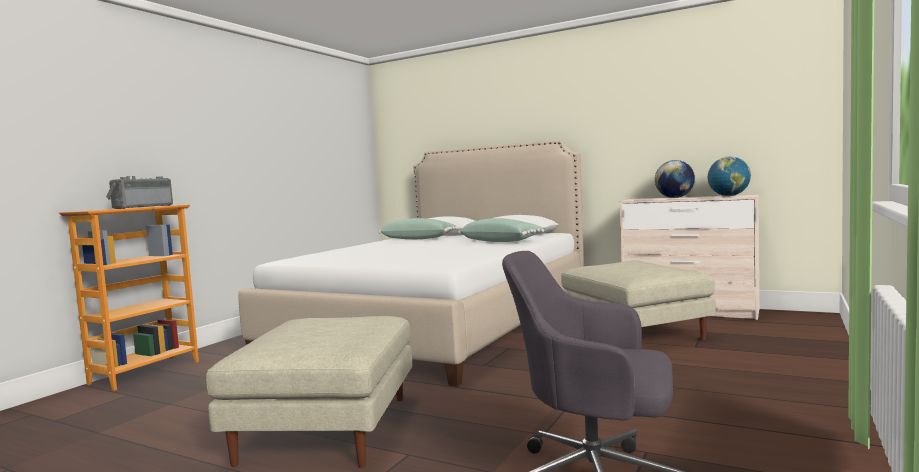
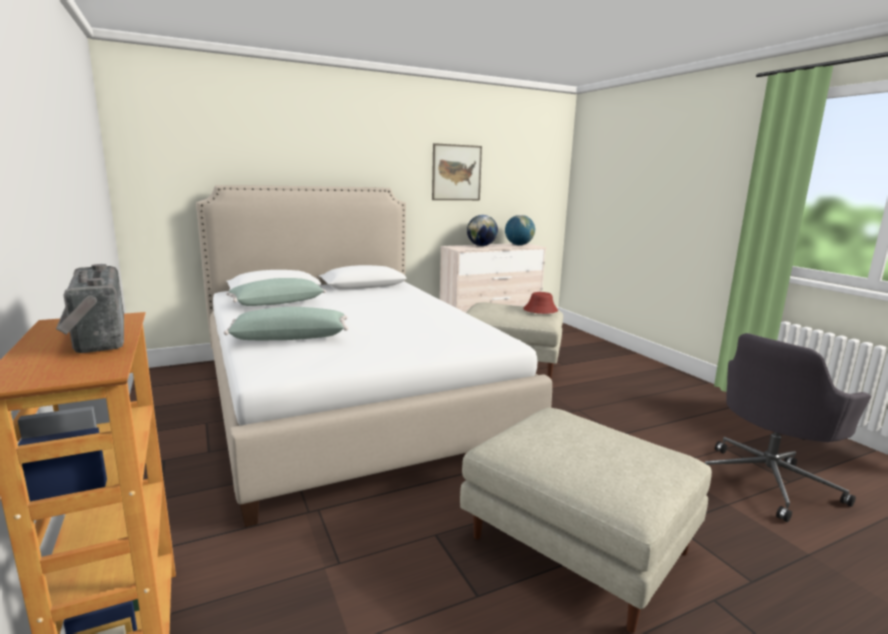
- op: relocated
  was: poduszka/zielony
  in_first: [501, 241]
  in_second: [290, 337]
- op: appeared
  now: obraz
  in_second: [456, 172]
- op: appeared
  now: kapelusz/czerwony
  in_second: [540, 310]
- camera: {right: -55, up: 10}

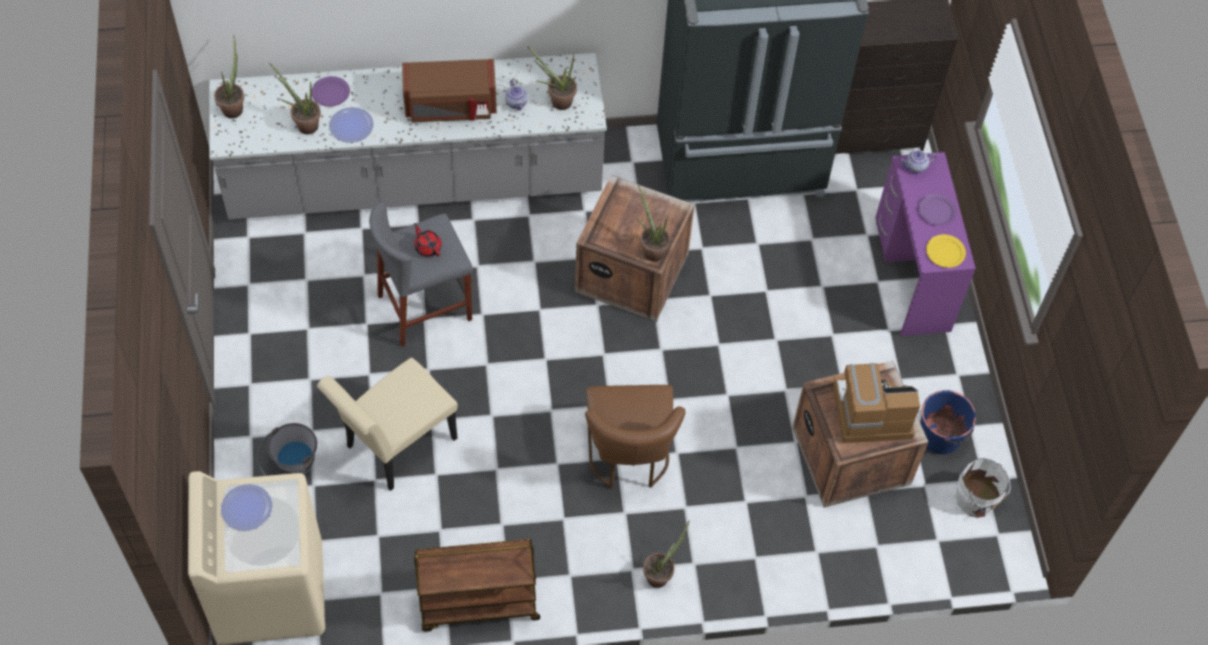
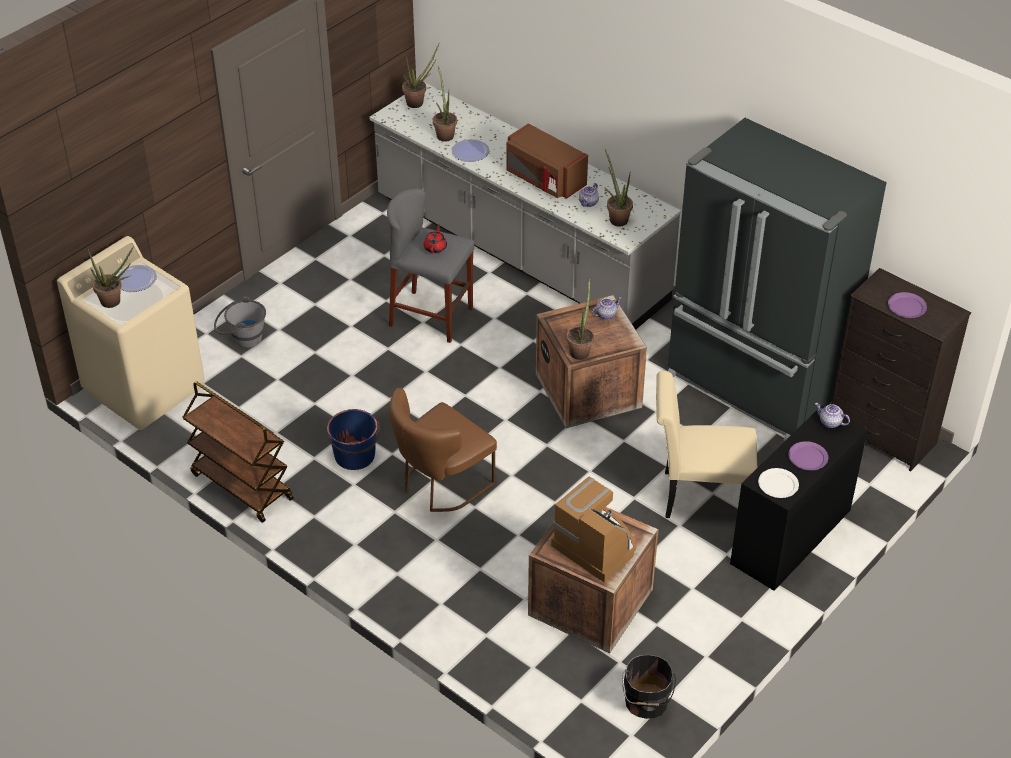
- op: relocated
  was: talerz/fioletowy
  in_first: [331, 92]
  in_second: [907, 307]
- op: colour
  was: biurko/fioletowy
  now: biurko/czarny
  in_first: [912, 276]
  in_second: [791, 537]
- op: colour
  was: talerz/żółty
  now: talerz/biały
  in_first: [945, 252]
  in_second: [778, 484]
- op: relocated
  was: krzesło/beżowy
  in_first: [395, 447]
  in_second: [698, 496]
- op: relocated
  was: wiadro/niebieski
  in_first: [940, 435]
  in_second: [355, 456]
- op: colour
  was: wiadro/biały
  now: wiadro/czarny
  in_first: [977, 500]
  in_second: [646, 702]
- op: relocated
  was: roślina doniczkowa
  in_first: [661, 574]
  in_second: [115, 301]
- op: appeared
  now: imbryk
  in_second: [605, 314]
- camera: {right: 50, up: -15}

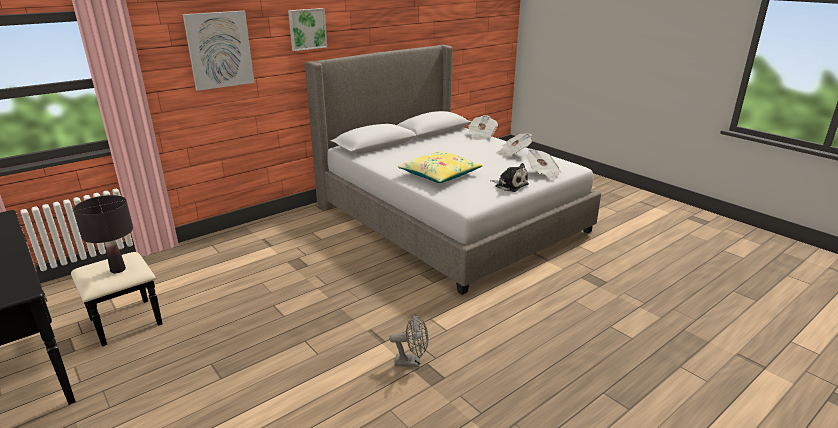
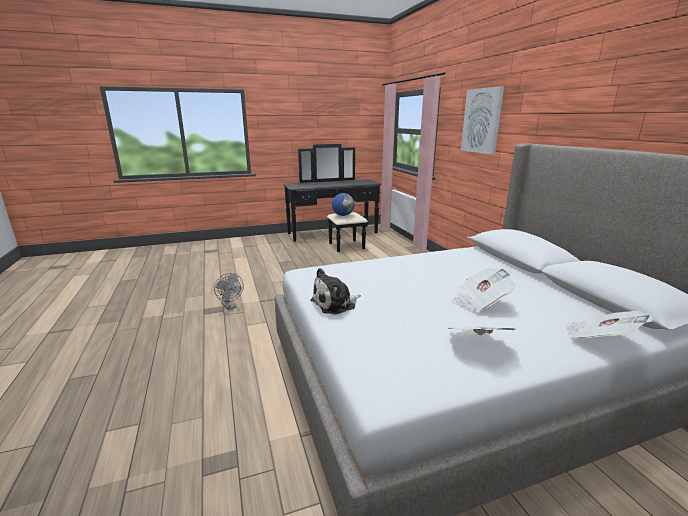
- op: missing
  was: obraz
  in_first: [307, 29]
- op: relocated
  was: gazeta
  in_first: [542, 173]
  in_second: [480, 302]
- op: missing
  was: poduszka/żółty
  in_first: [439, 175]
- op: exchanged
  was: lampa stołowa/czarny
  now: globus
  in_first: [118, 270]
  in_second: [343, 215]
- op: spun
  was: wentylator/szary
  in_first: [412, 362]
  in_second: [230, 306]
  clockwise: -60
- camera: {right: 110, up: -5}

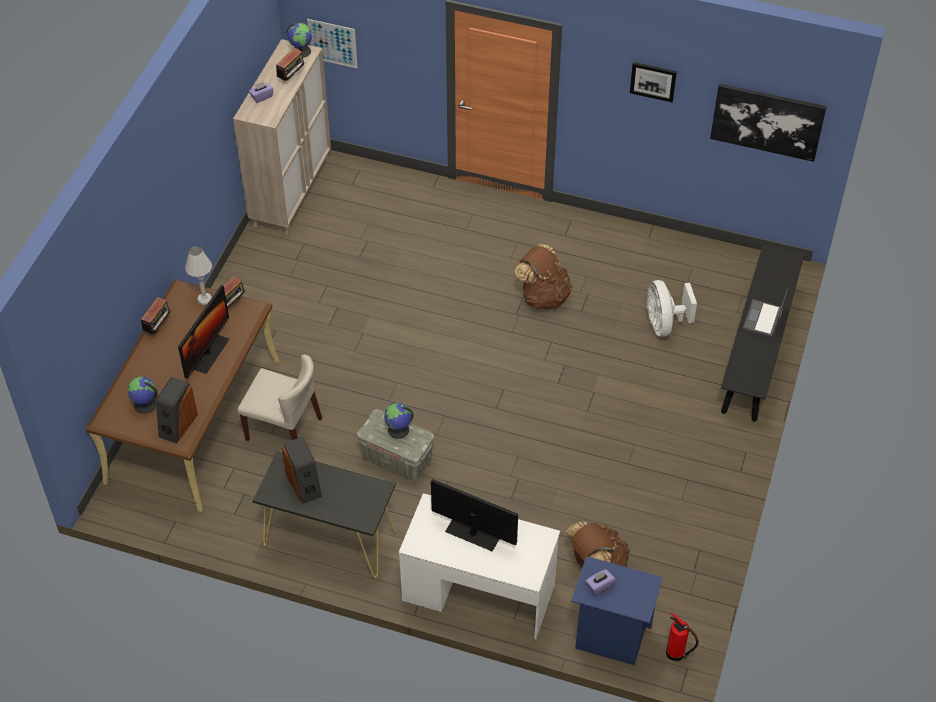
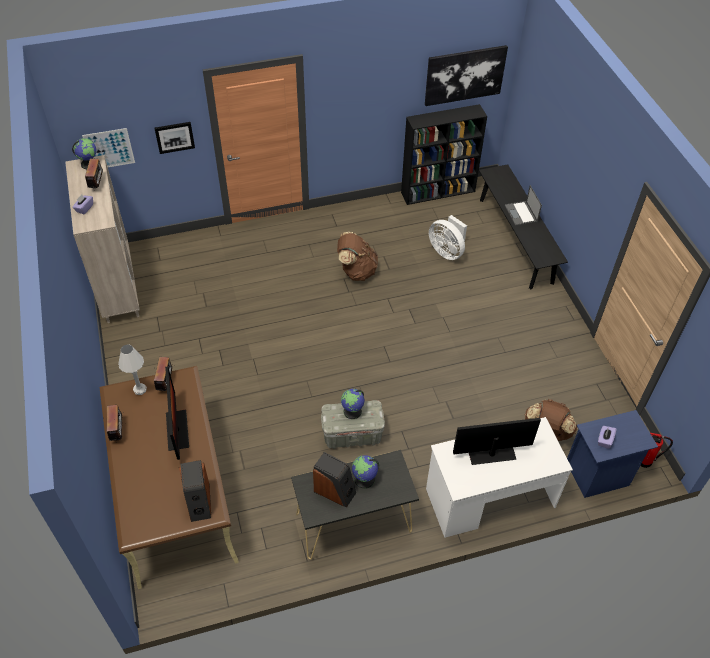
- op: relocated
  was: obraz
  in_first: [653, 81]
  in_second: [174, 137]
- op: missing
  was: krzesło/beżowy
  in_first: [284, 429]
- op: relocated
  was: globus
  in_first: [145, 405]
  in_second: [364, 479]
- op: appeared
  now: regał/czarny
  in_second: [438, 192]
- camera: {right: -35, up: 0}

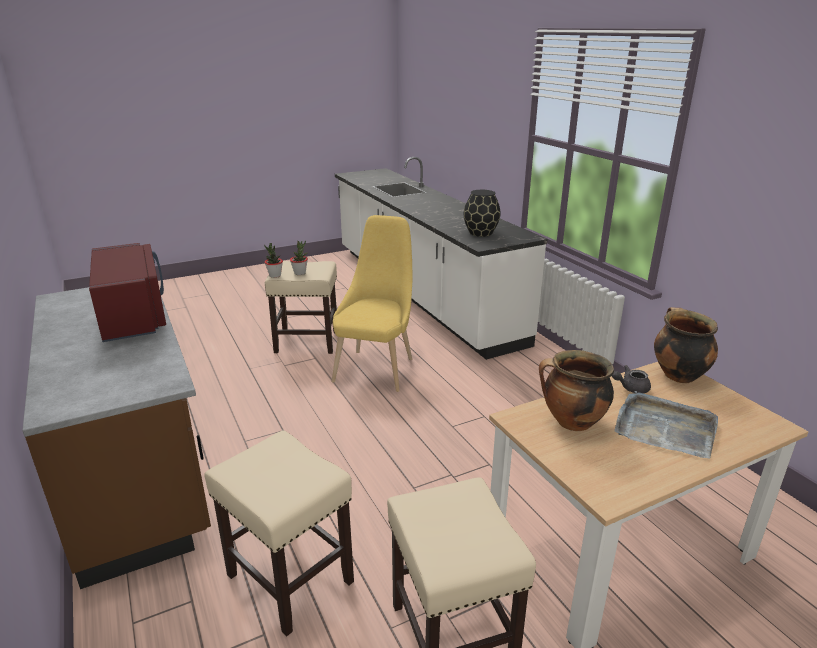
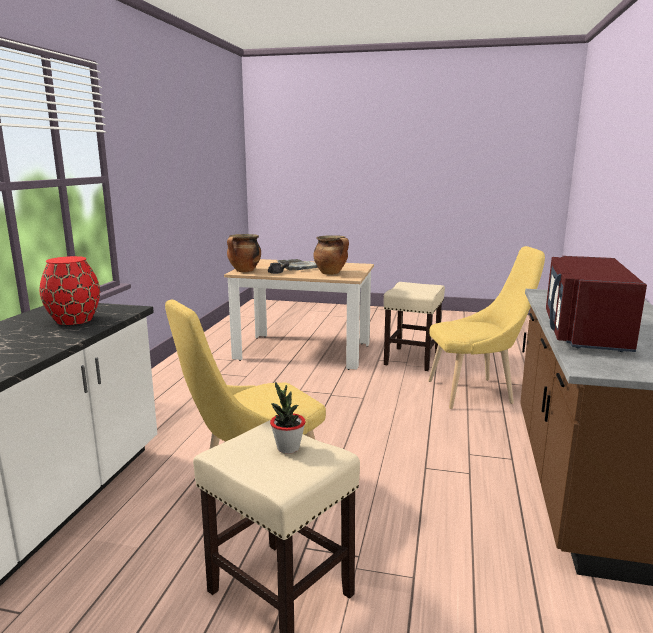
- op: colour
  was: wazon/czarny
  now: wazon/czerwony
  in_first: [481, 233]
  in_second: [74, 320]
- op: missing
  was: roślina doniczkowa
  in_first: [275, 275]
- op: exchanged
  was: stołek/beżowy
  now: krzesło/żółty
  in_first: [288, 578]
  in_second: [475, 392]
- camera: {right: -140, up: -10}

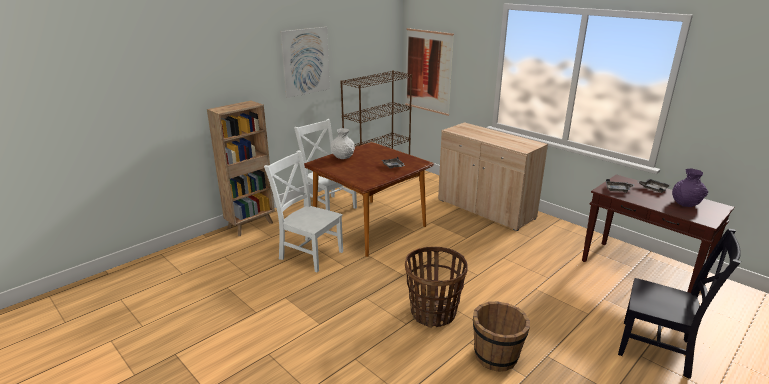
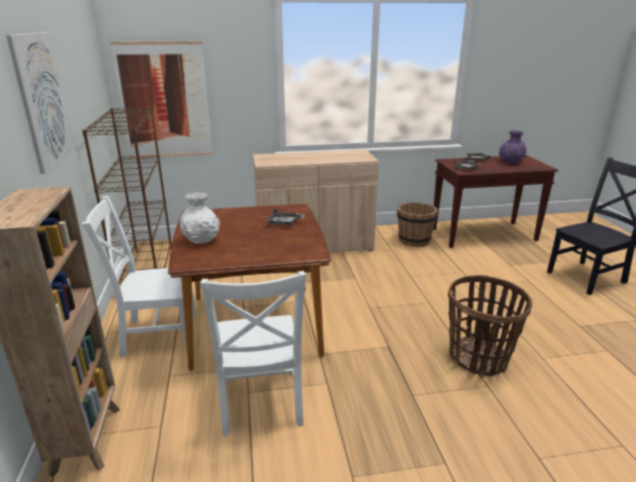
- op: spun
  was: krzesło/biały
  in_first: [309, 254]
  in_second: [260, 404]
  clockwise: -75
- op: relocated
  was: wiadro/brązowy
  in_first: [496, 356]
  in_second: [414, 240]
- camera: {right: -55, up: 0}

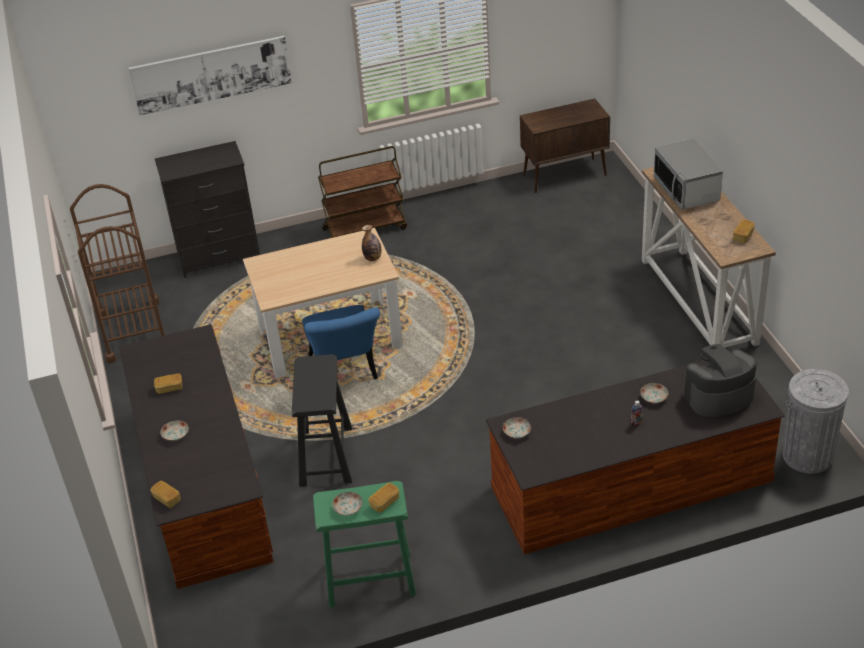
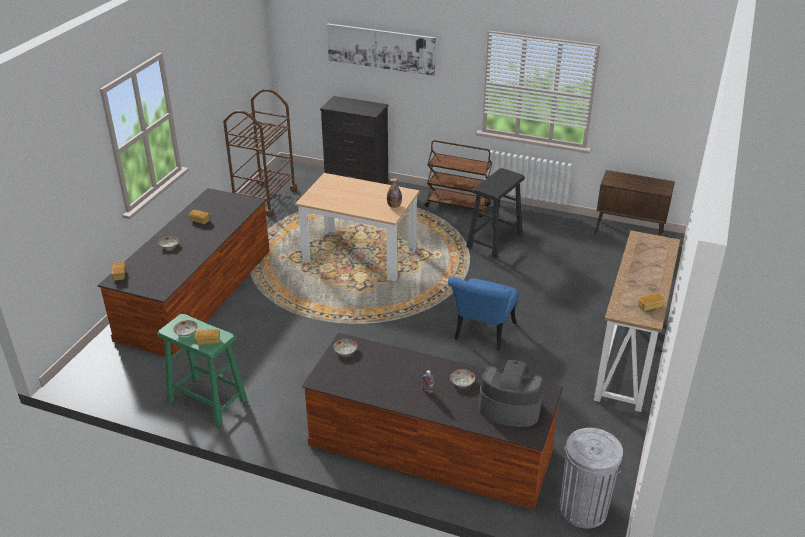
- op: missing
  was: mikrofalówka
  in_first: [686, 190]
- op: relocated
  was: krzesło/niebieski
  in_first: [345, 372]
  in_second: [482, 335]
- op: relocated
  was: stołek/czarny
  in_first: [326, 456]
  in_second: [494, 241]
- camera: {right: 35, up: -5}

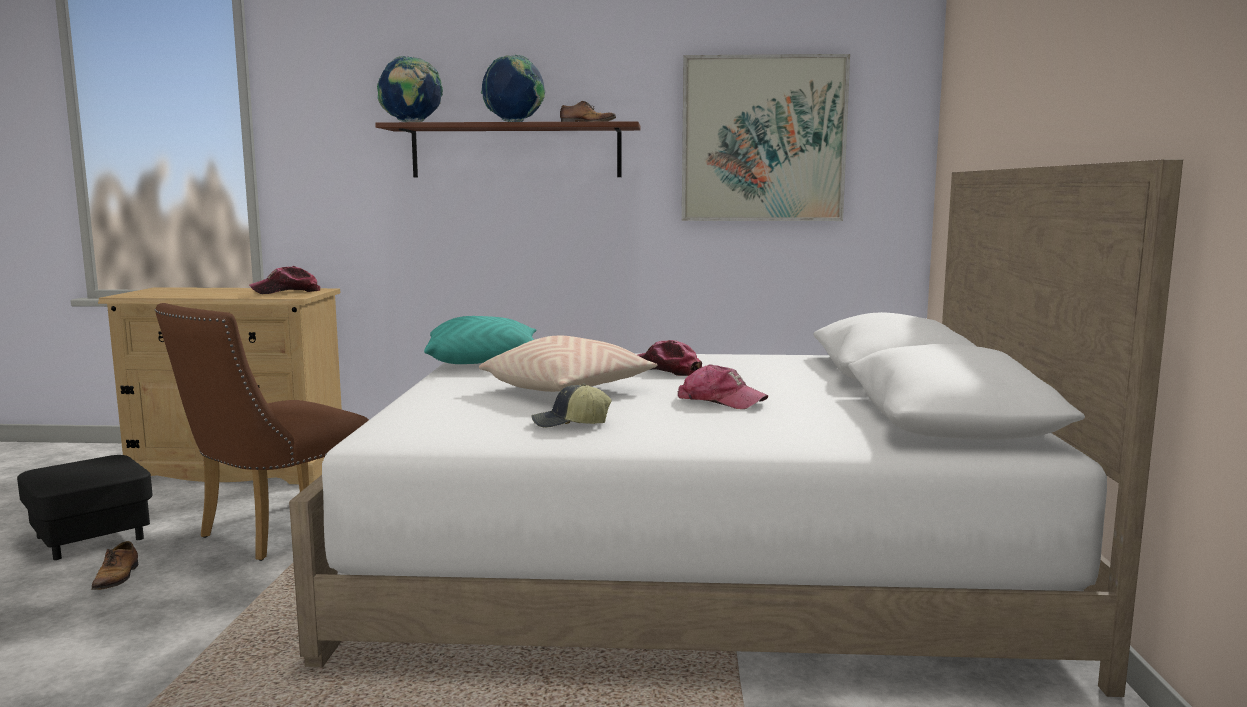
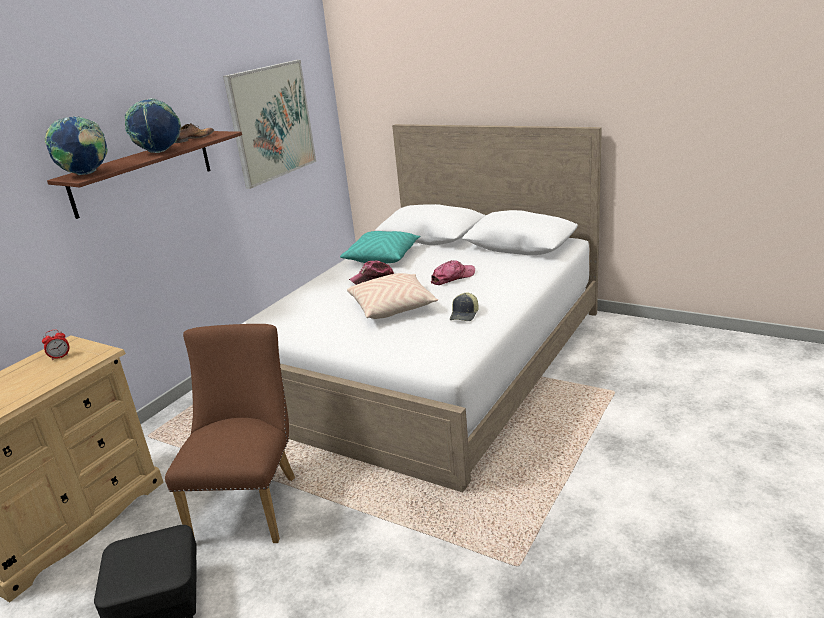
- op: exchanged
  was: czapka z daszkiem
  now: budzik
  in_first: [286, 291]
  in_second: [60, 357]
- op: spun
  was: krzesło/brązowy
  in_first: [274, 533]
  in_second: [251, 503]
  clockwise: -150
- op: relocated
  was: poduszka/turkusowy
  in_first: [483, 361]
  in_second: [382, 257]
- op: missing
  was: but
  in_first: [117, 578]
- camera: {right: -60, up: 15}

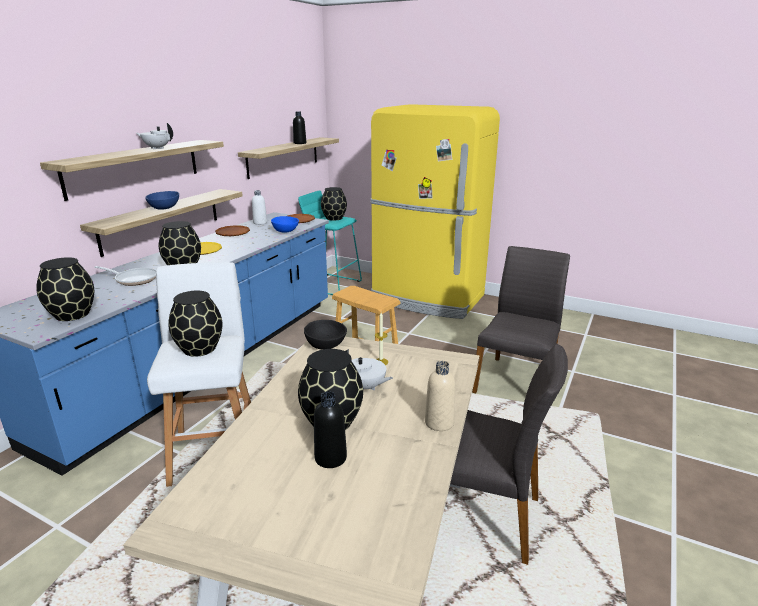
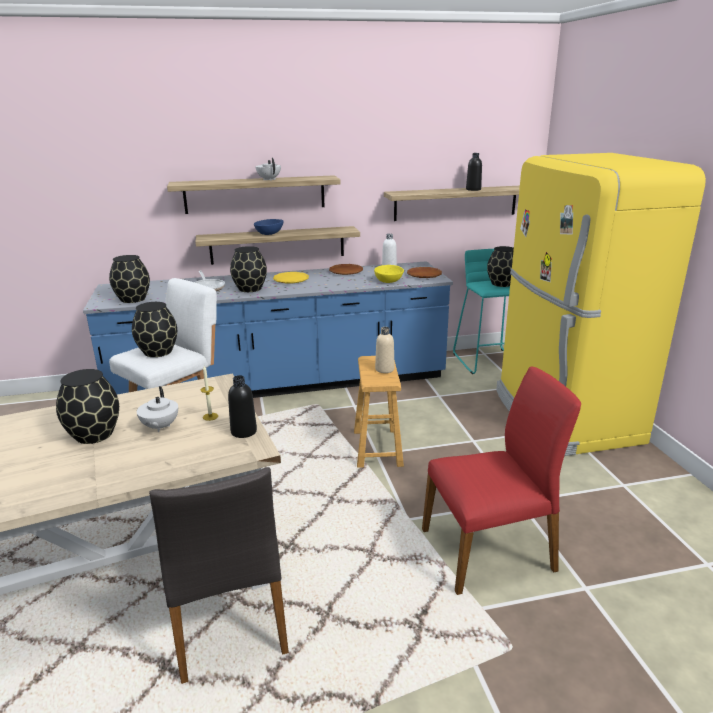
- op: colour
  was: miska/niebieski
  now: miska/żółty
  in_first: [285, 231]
  in_second: [388, 281]
- op: colour
  was: krzesło/szary
  now: krzesło/czerwony
  in_first: [516, 381]
  in_second: [489, 550]
- op: missing
  was: miska/czarny
  in_first: [325, 345]
- op: relocated
  was: butelka/beżowy
  in_first: [439, 422]
  in_second: [384, 369]
- op: relocated
  was: butelka/czarny
  in_first: [330, 458]
  in_second: [243, 431]
- camera: {right: 50, up: 0}

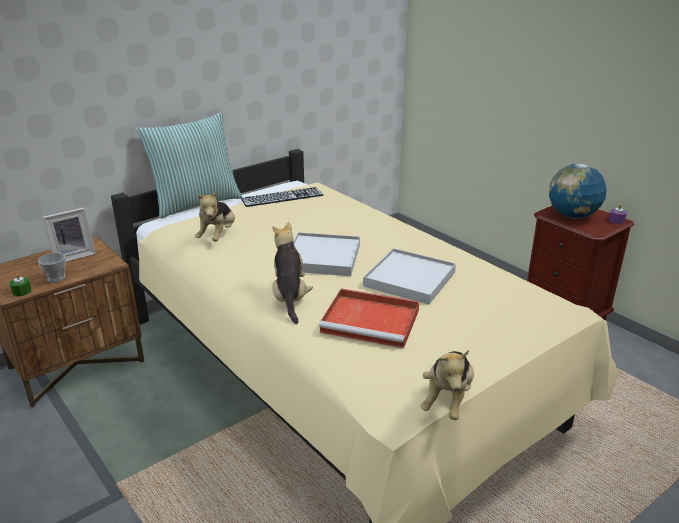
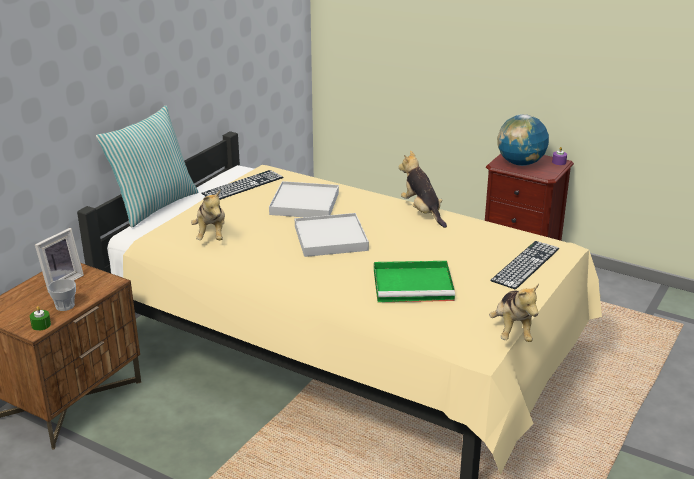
- op: relocated
  was: pluszak
  in_first: [290, 298]
  in_second: [422, 212]
- op: relocated
  was: taca/biały
  in_first: [409, 279]
  in_second: [304, 203]
- op: colour
  was: taca/czerwony
  now: taca/zielony
  in_first: [372, 321]
  in_second: [414, 285]
- op: appeared
  now: klawiatura
  in_second: [525, 264]
- camera: {right: -20, up: 0}

